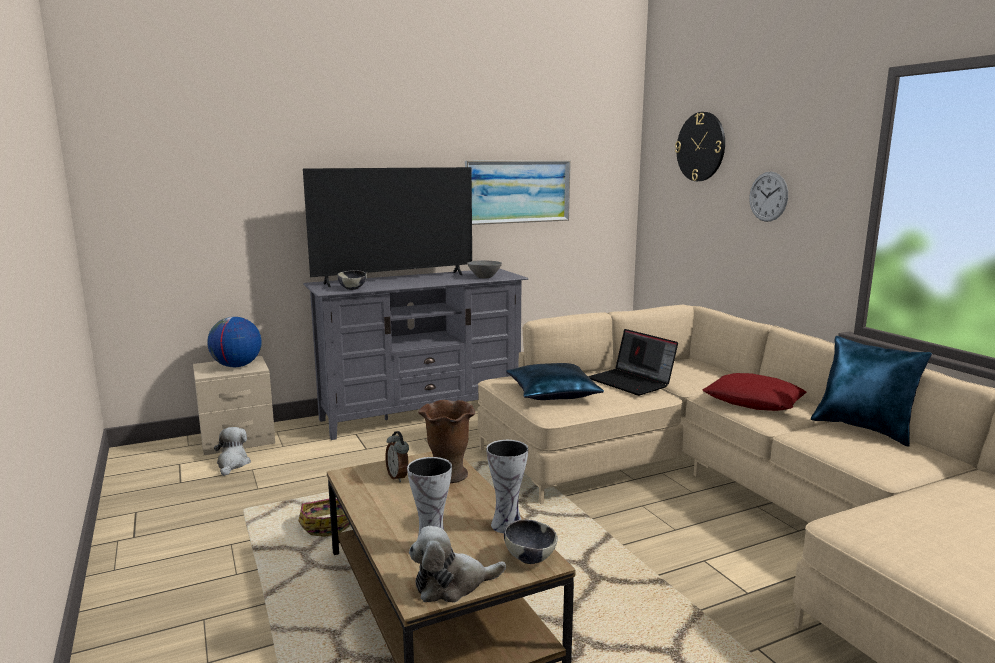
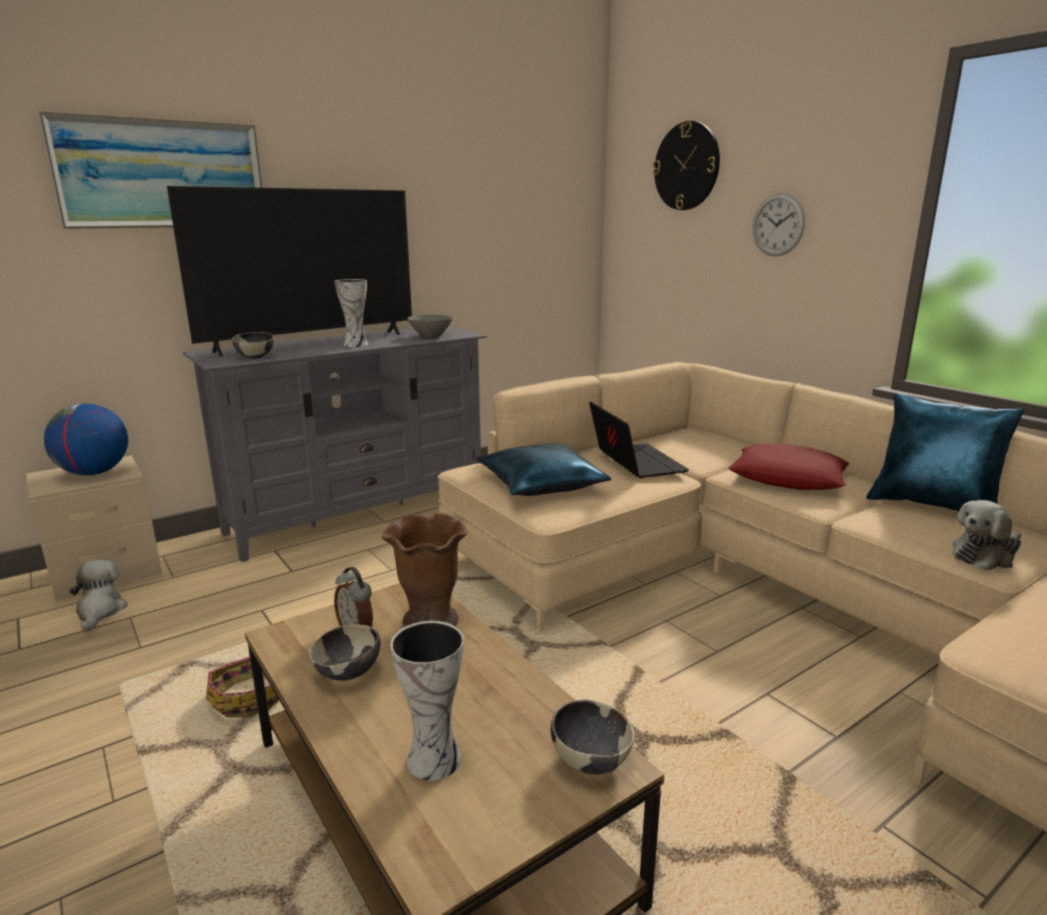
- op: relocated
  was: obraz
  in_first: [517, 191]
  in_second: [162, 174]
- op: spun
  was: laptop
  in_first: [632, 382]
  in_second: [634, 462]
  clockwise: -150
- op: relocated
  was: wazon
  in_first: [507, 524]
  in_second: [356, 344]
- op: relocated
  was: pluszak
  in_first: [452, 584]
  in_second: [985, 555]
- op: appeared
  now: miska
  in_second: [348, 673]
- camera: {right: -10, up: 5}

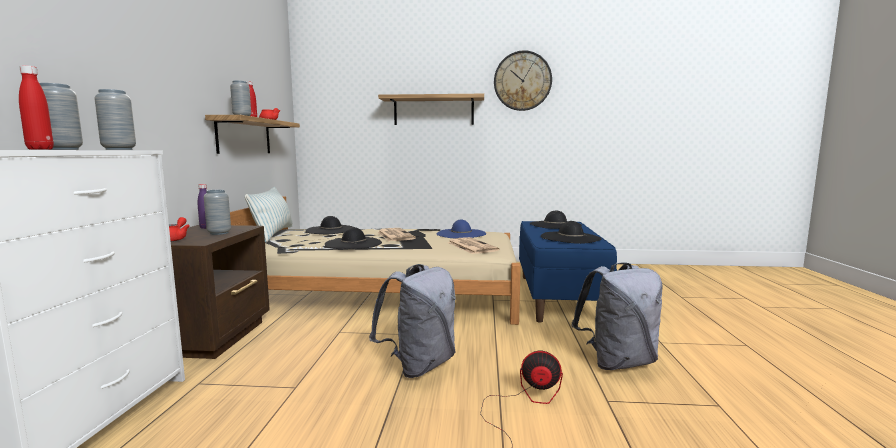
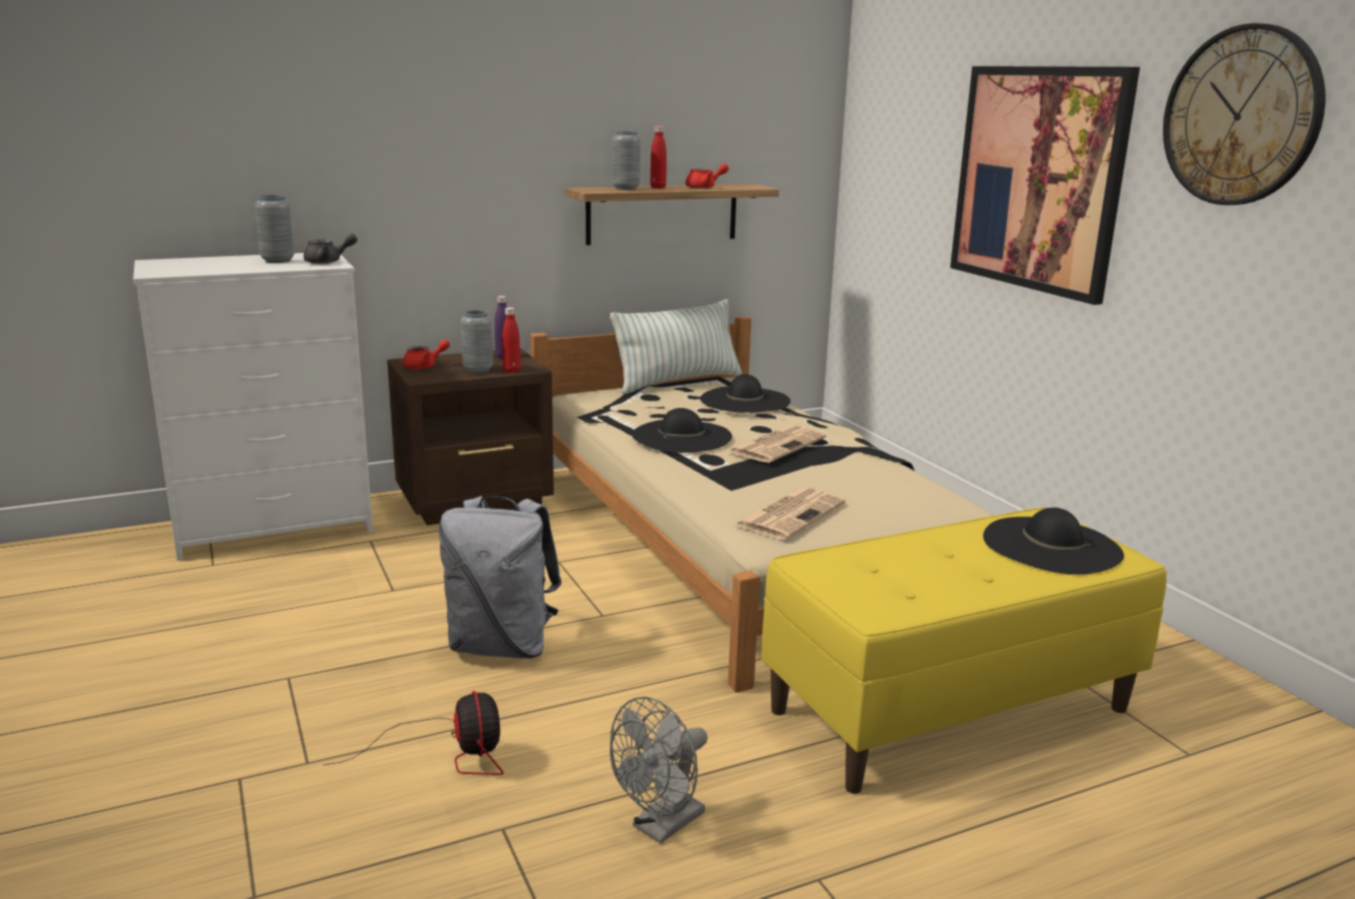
- op: relocated
  was: butelka/czerwony
  in_first: [40, 149]
  in_second: [511, 371]
- op: exchanged
  was: wazon/szary
  now: imbryk/szary
  in_first: [119, 149]
  in_second: [328, 262]
- op: exchanged
  was: półka
  now: obraz
  in_first: [433, 111]
  in_second: [1038, 179]
- op: missing
  was: kapelusz/niebieski
  in_first: [461, 234]
- op: colour
  was: ławka/niebieski
  now: ławka/żółty
  in_first: [557, 297]
  in_second: [950, 709]
- op: missing
  was: kapelusz/czarny
  in_first: [570, 237]
- op: exchanged
  was: plecak/szary
  now: wentylator/szary
  in_first: [617, 362]
  in_second: [661, 826]
- camera: {right: 60, up: 10}

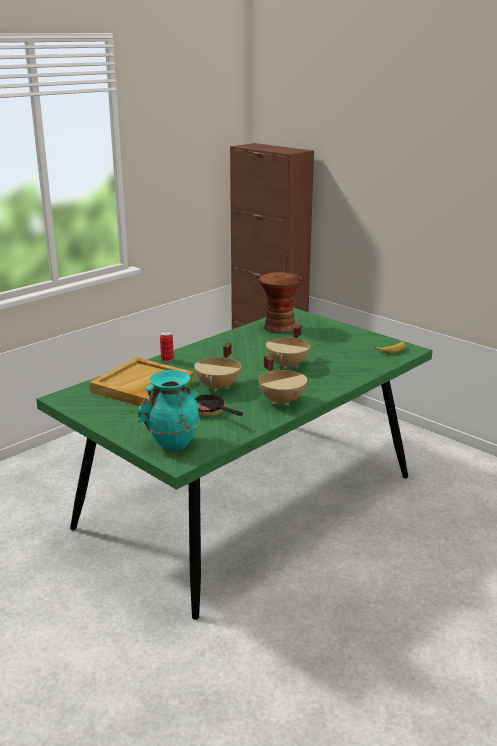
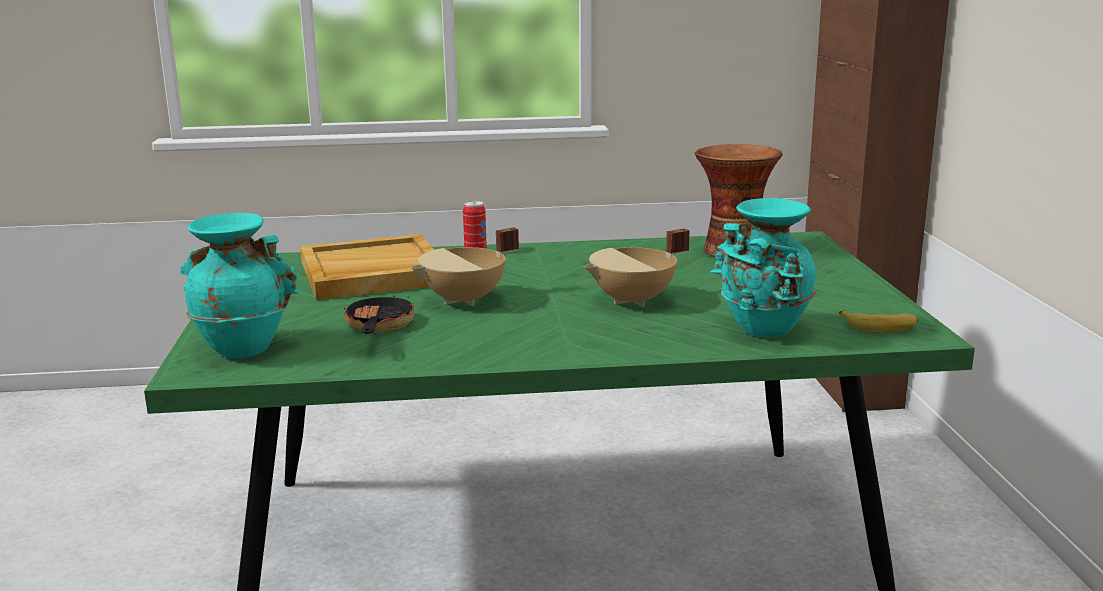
- op: missing
  was: garnek/beżowy
  in_first: [282, 401]
- op: appeared
  now: wazon/turkusowy
  in_second: [762, 331]
- camera: {right: 40, up: -5}

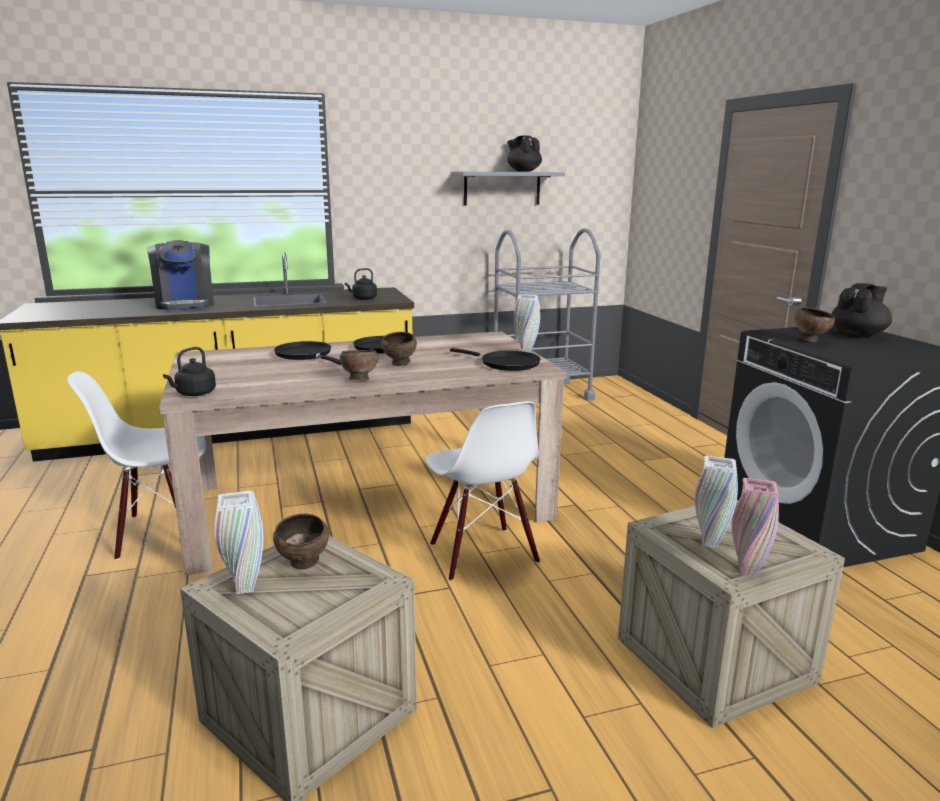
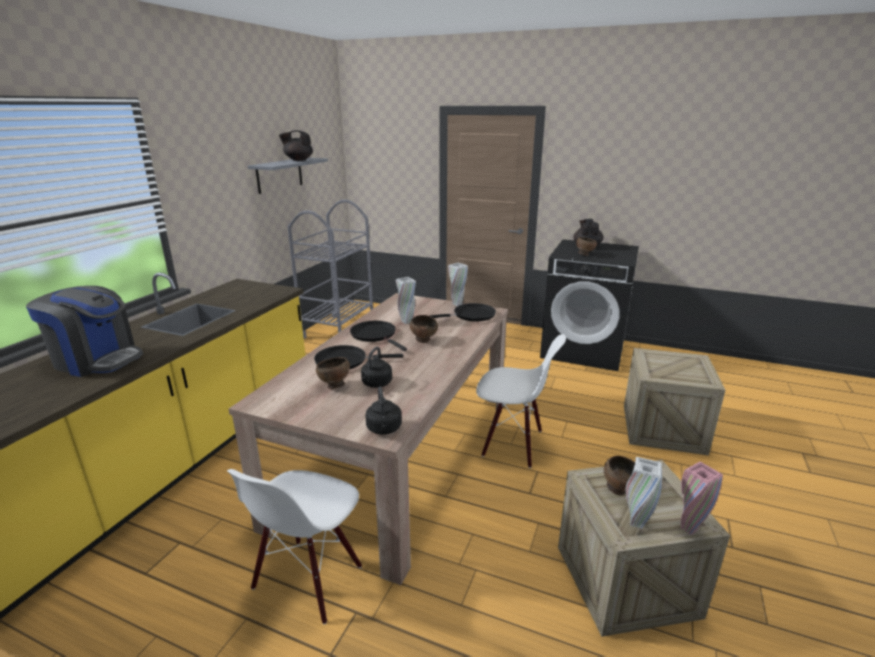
- op: relocated
  was: czajnik/czarny
  in_first: [363, 298]
  in_second: [376, 384]
- op: relocated
  was: miska/brązowy
  in_first: [359, 380]
  in_second: [334, 386]
- op: relocated
  was: wazon/biały
  in_first: [709, 543]
  in_second: [406, 322]
- op: relocated
  was: wazon/różowy
  in_first: [747, 571]
  in_second: [689, 529]
- camera: {right: -50, up: 5}

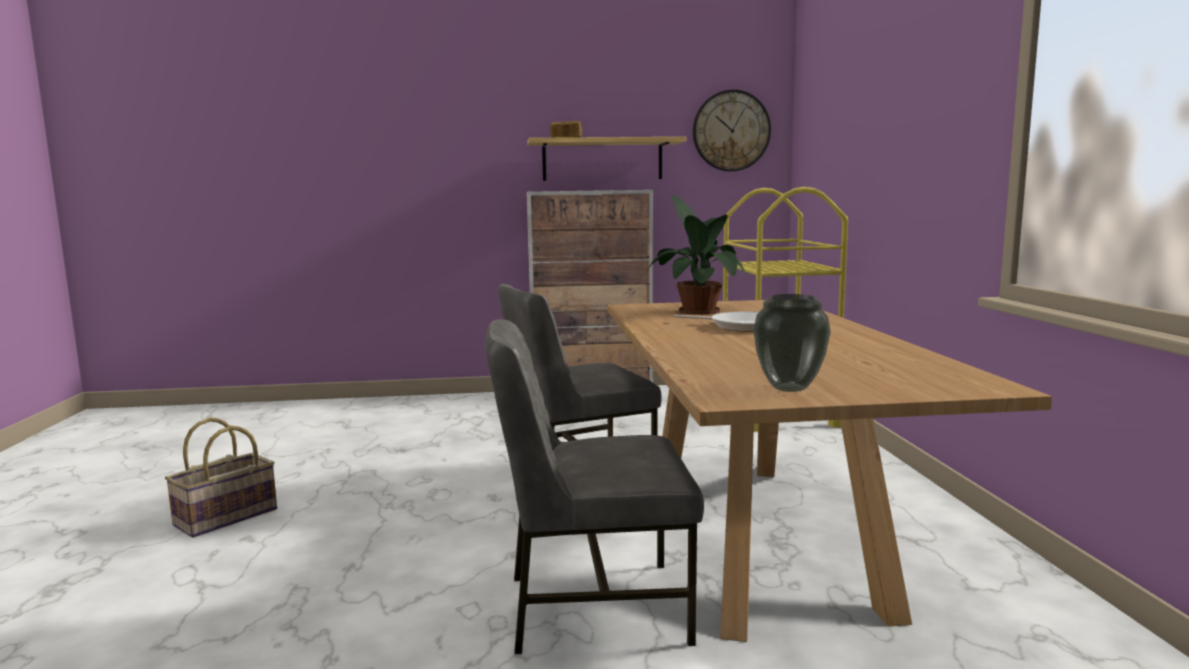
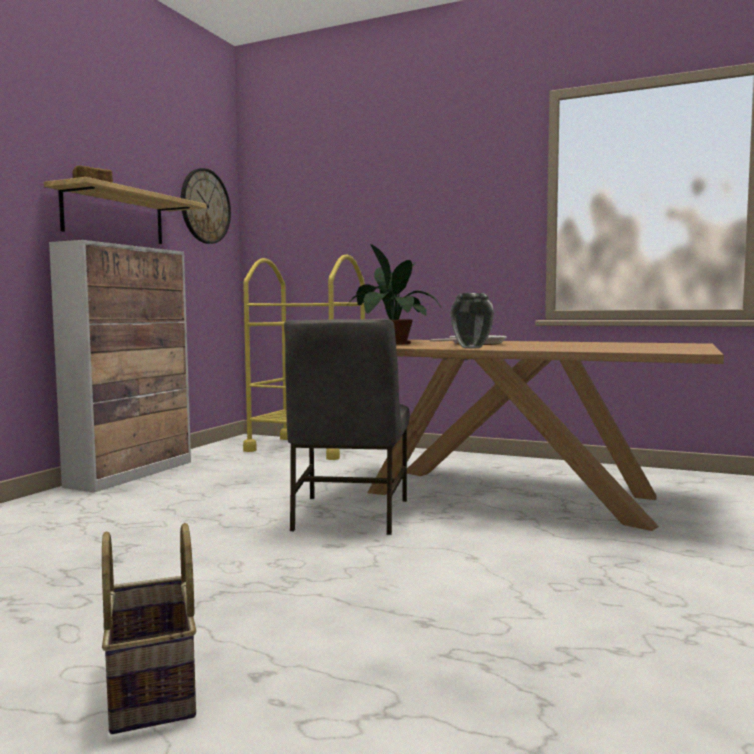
- op: relocated
  was: wazon
  in_first: [790, 388]
  in_second: [472, 348]
- op: missing
  was: krzesło/szary
  in_first: [592, 607]
- camera: {right: -60, up: -5}

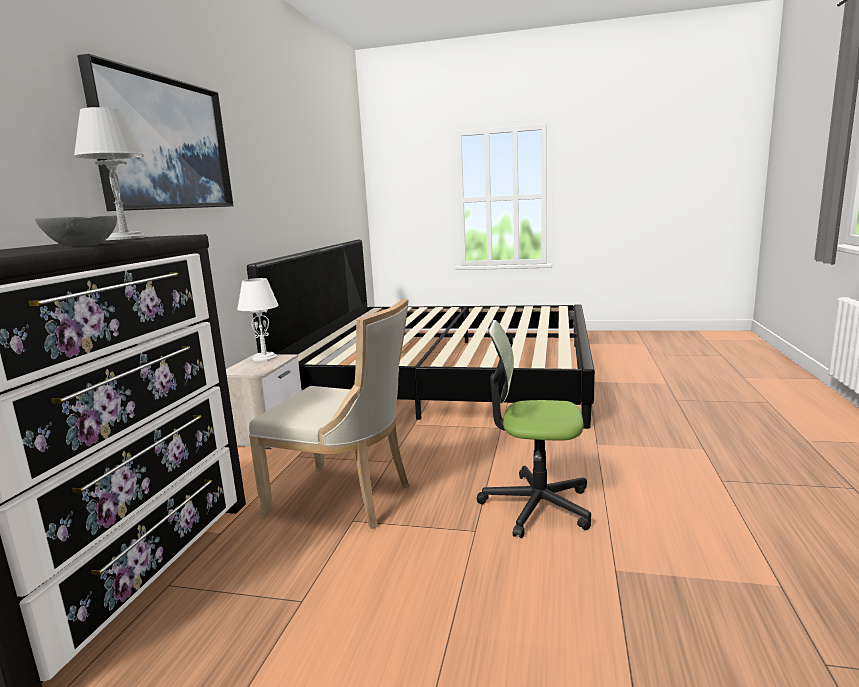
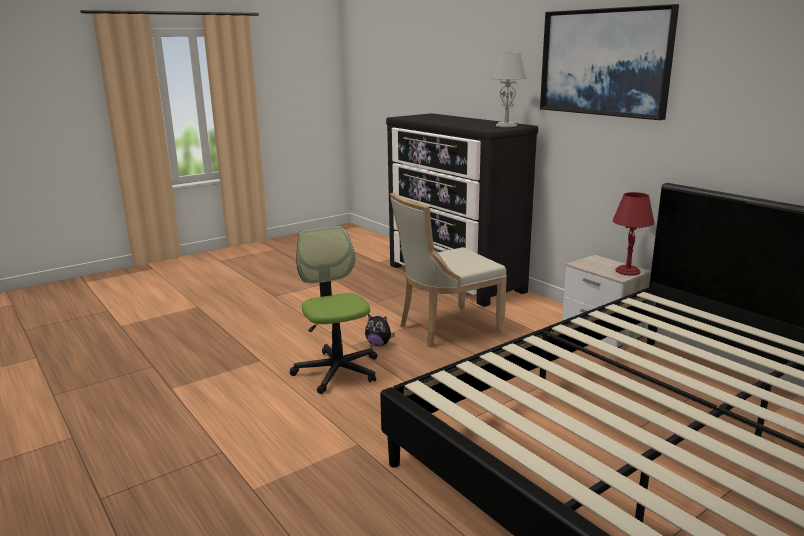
- op: missing
  was: miska/szary
  in_first: [83, 246]
- op: colour
  was: lampa stołowa/biały
  now: lampa stołowa/czerwony
  in_first: [264, 358]
  in_second: [627, 271]
- op: spun
  was: krzesło biurowe
  in_first: [536, 505]
  in_second: [337, 371]
  clockwise: -75
- op: appeared
  now: pluszak
  in_second: [379, 344]
- camera: {right: 130, up: 5}

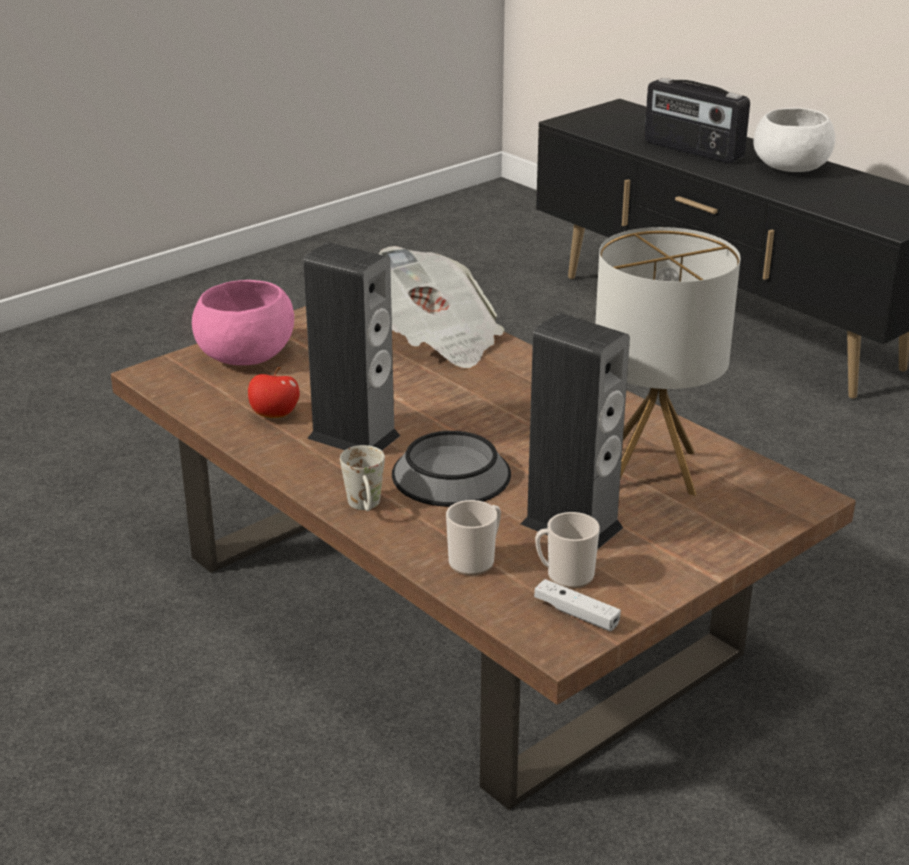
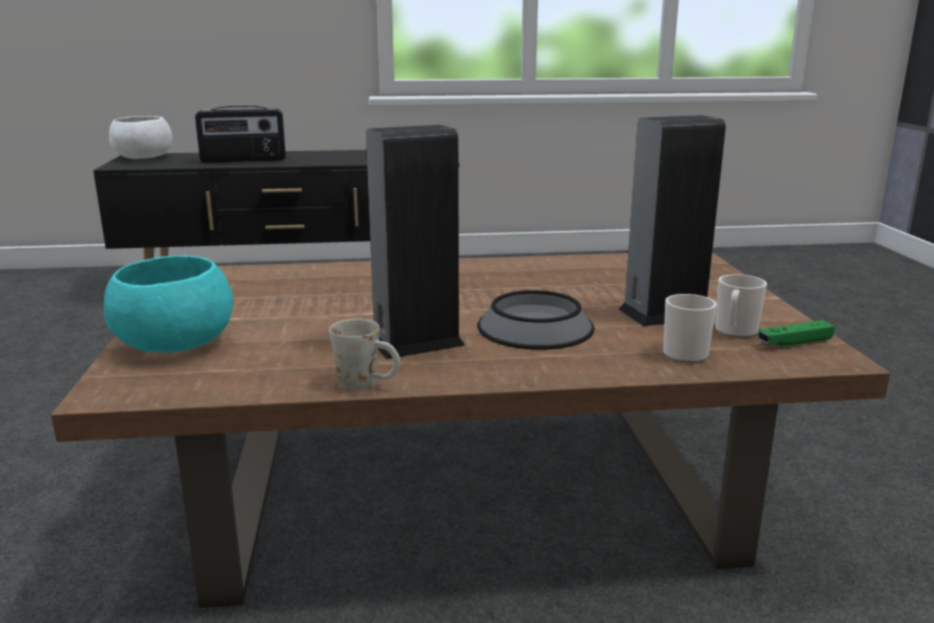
- op: relocated
  was: miska/biały
  in_first: [790, 167]
  in_second: [143, 157]
- op: missing
  was: lampa stołowa
  in_first: [652, 470]
- op: missing
  was: gazeta
  in_first: [436, 340]
- op: colour
  was: miska/różowy
  now: miska/turkusowy
  in_first: [245, 354]
  in_second: [174, 343]
- op: missing
  was: jabłko
  in_first: [274, 415]
- op: relocated
  was: kubek/biały
  in_first: [366, 507]
  in_second: [368, 384]
- op: colour
  was: pad do gier/biały
  now: pad do gier/zielony
  in_first: [576, 613]
  in_second: [794, 343]
- camera: {right: -55, up: -10}

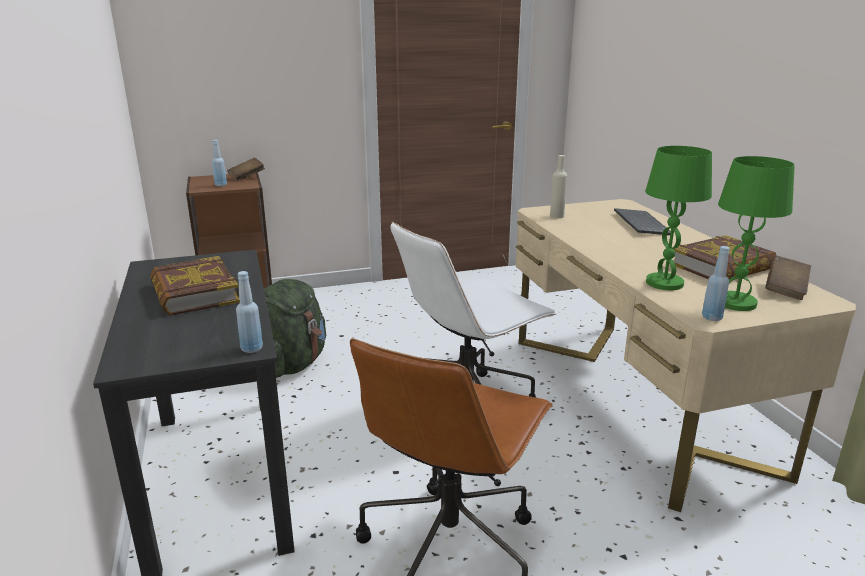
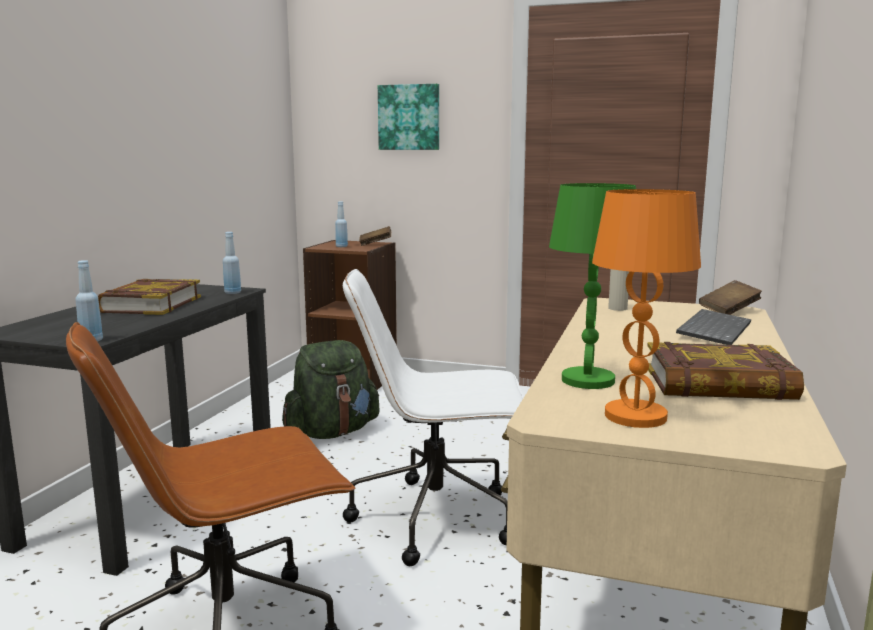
- op: colour
  was: lampa stołowa/zielony
  now: lampa stołowa/pomarańczowy
  in_first: [735, 303]
  in_second: [634, 416]
- op: relocated
  was: butelka/niebieski
  in_first: [712, 317]
  in_second: [232, 293]
- op: relocated
  was: książka/brązowy
  in_first: [785, 289]
  in_second: [729, 311]
- op: appeared
  now: obraz
  in_second: [409, 117]
- camera: {right: 35, up: -10}

